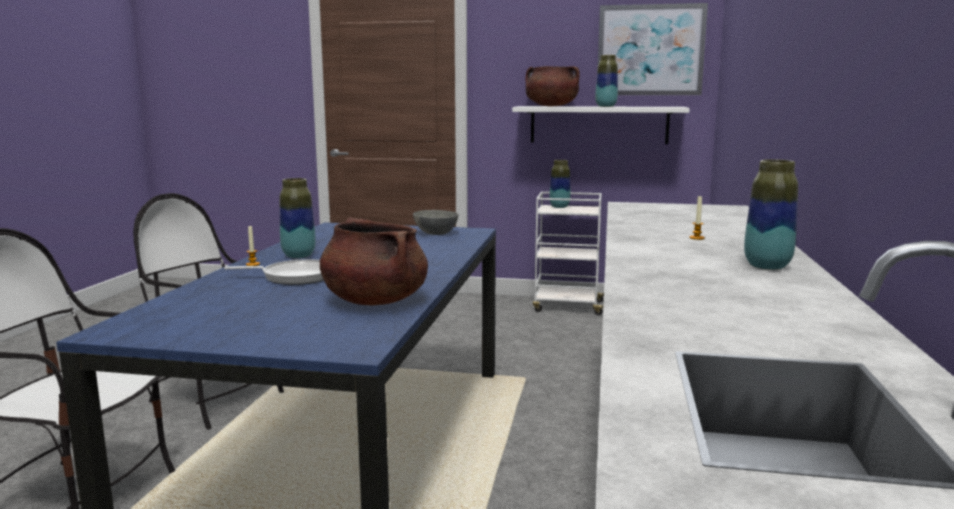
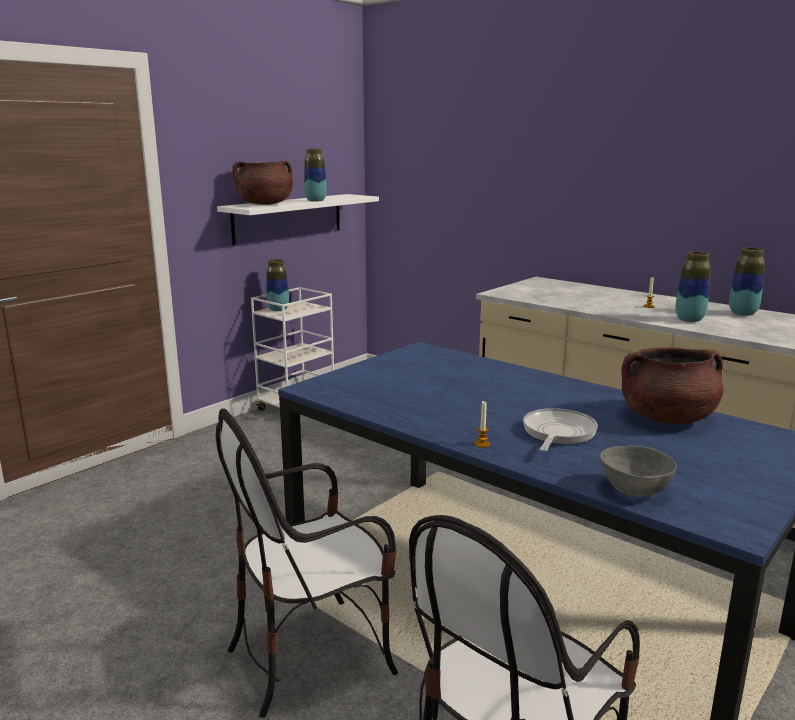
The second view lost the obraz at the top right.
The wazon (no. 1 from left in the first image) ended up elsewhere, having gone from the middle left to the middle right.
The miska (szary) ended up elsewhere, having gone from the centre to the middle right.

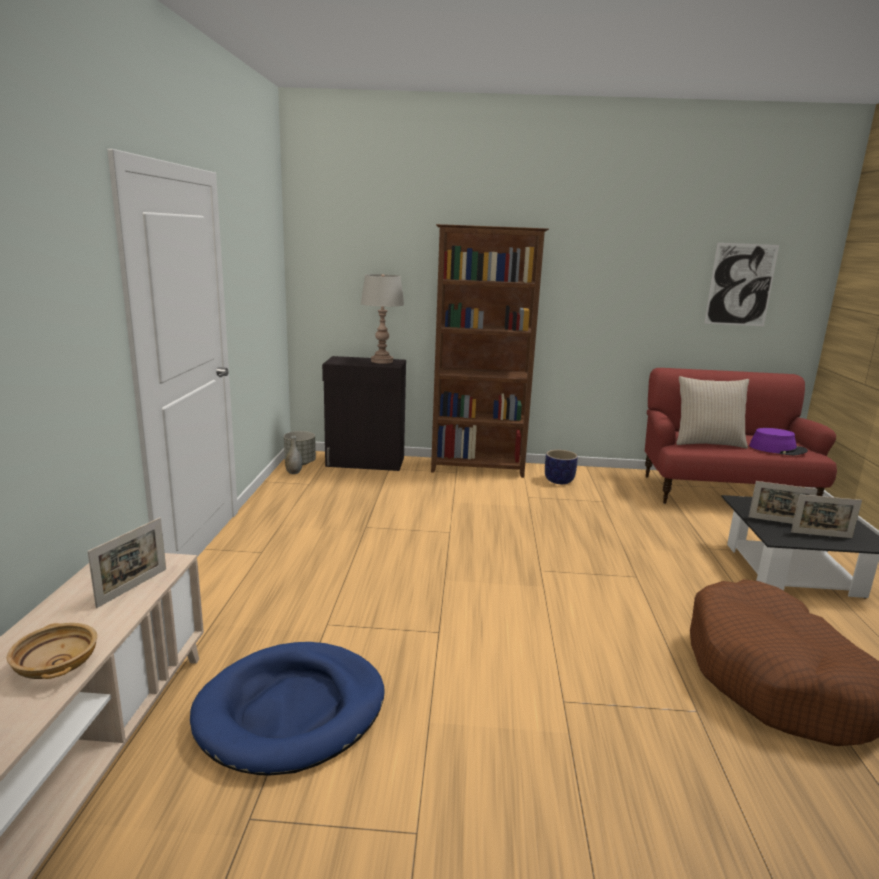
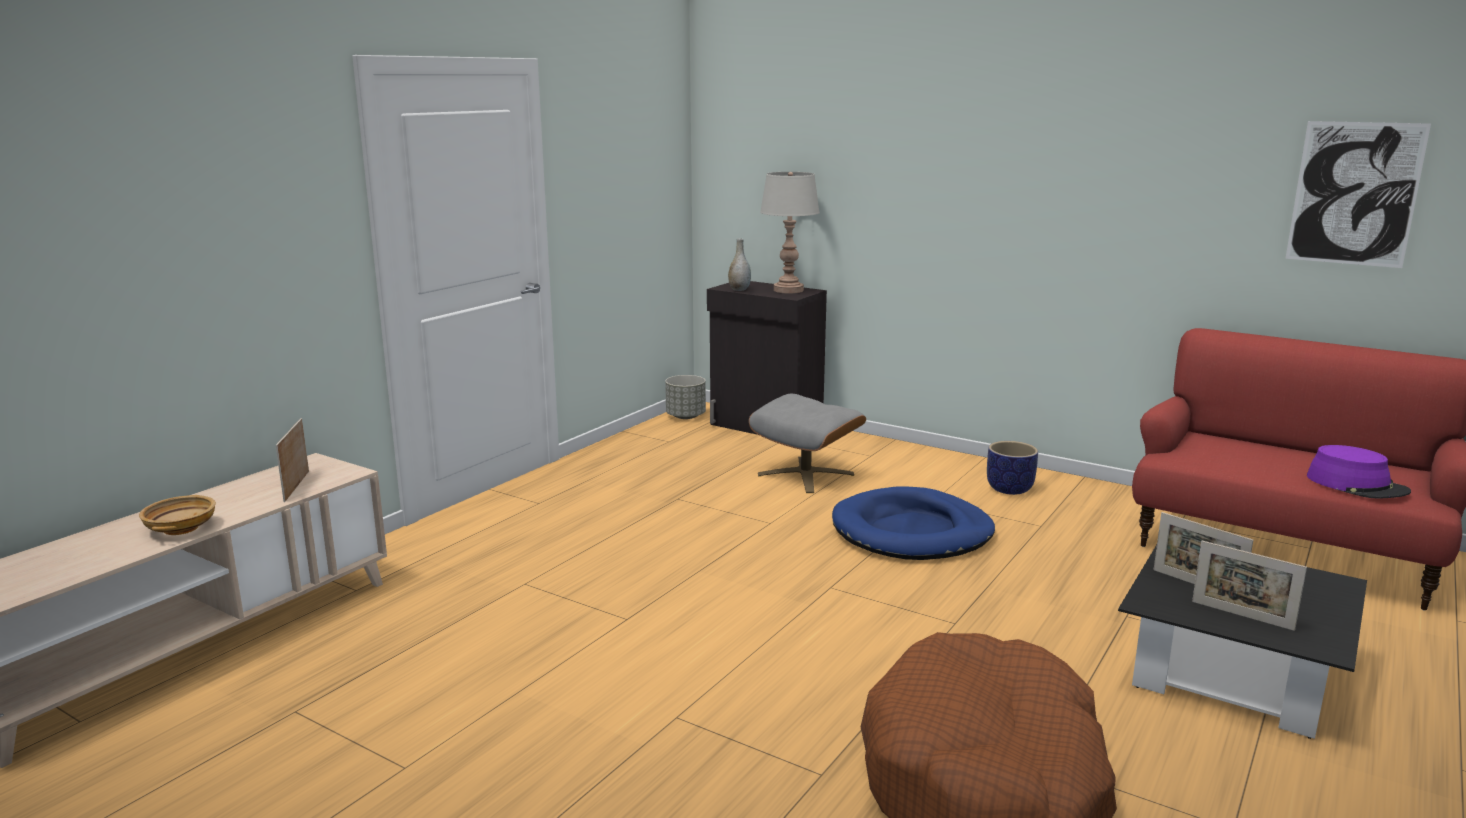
The second view lost the regał (brązowy) at the centre.
The second view lost the poduszka (beżowy) at the middle right.
The wazon (szary) ended up elsewhere, having gone from the centre to the top centre.
The ramka na zdjęcie (no. 1 from left) at the middle left ended up facing another way, 120 degrees clockwise from before.
The legowisko (niebieski) ended up elsewhere, having gone from the bottom left to the centre.
The second view gained the pufa (szary) at the centre.

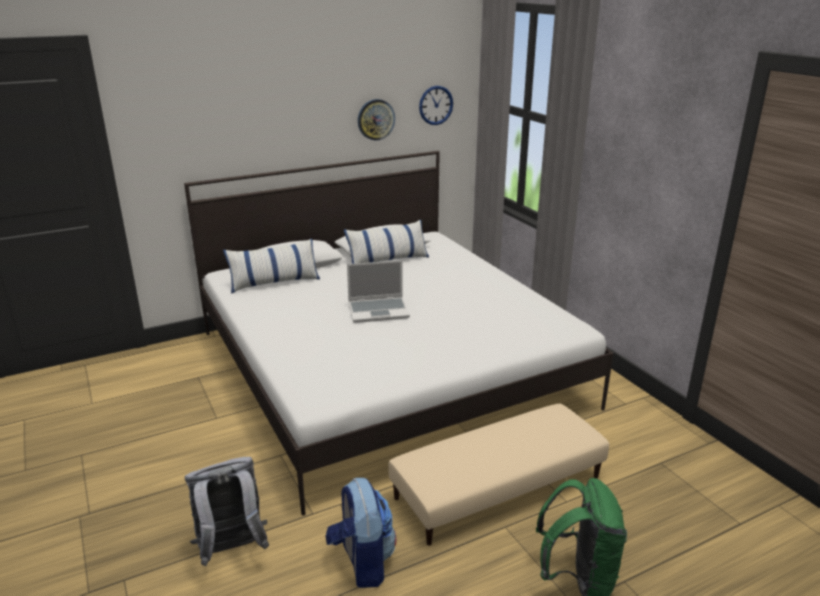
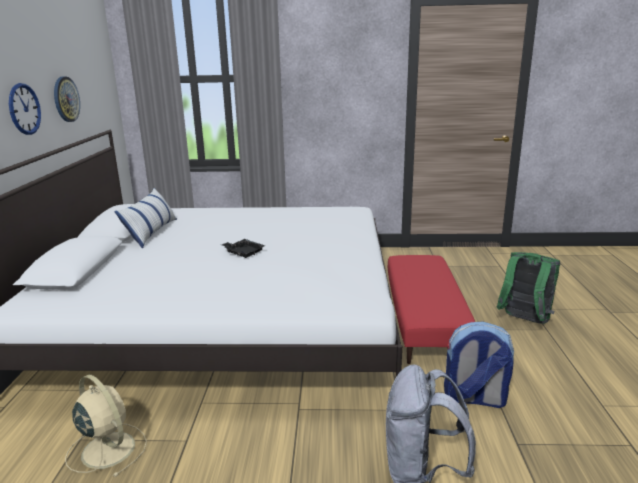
The zegar ścienny (no. 2 from left in the first image) ended up elsewhere, having gone from the top centre to the top left.
The second view lost the poduszka (no. 1 from left) at the middle left.
Where the laptop stood at the centre, the taca (czarny) came to stand at the centre.
What was the pufa (beżowy) at the bottom centre turned into the pufa (czerwony) at the middle right.
The second view gained the wentylator (beżowy) at the bottom left.

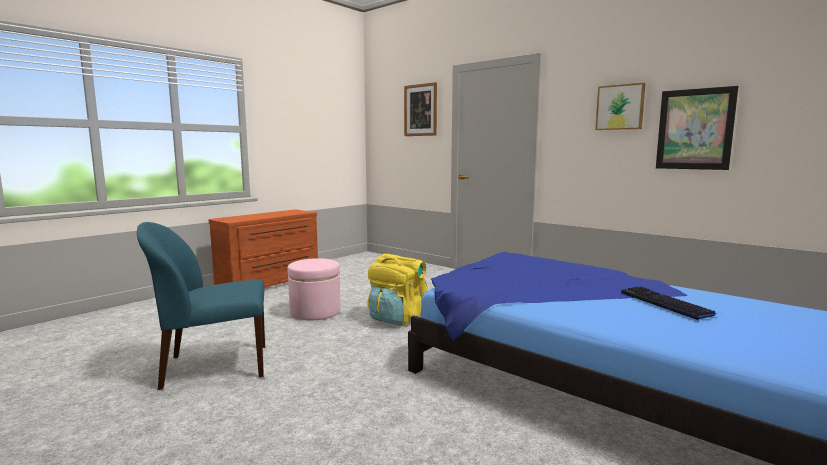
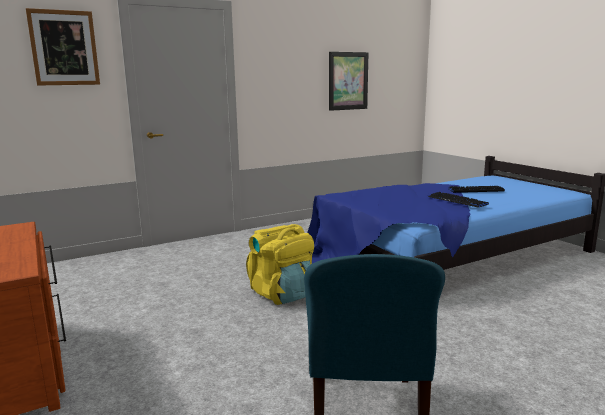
The second view lost the obraz (no. 2 from left) at the top right.
The second view lost the pufa (różowy) at the centre.
The second view gained the klawiatura (no. 1 from left) at the middle right.

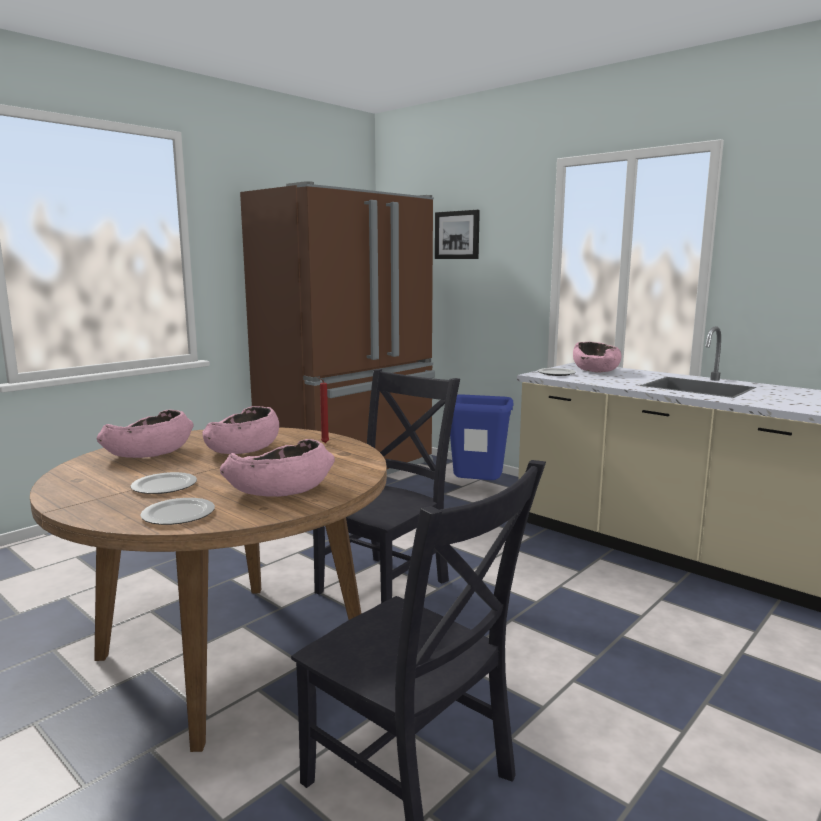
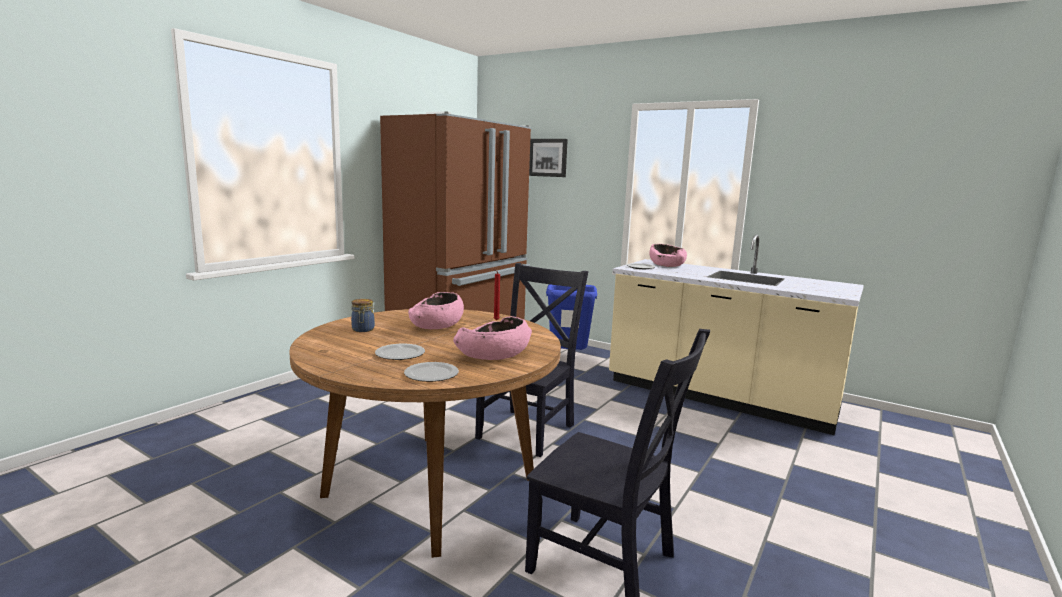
Where the miska (różowy) (no. 1 from left) stood at the middle left, the słoik came to stand at the centre.

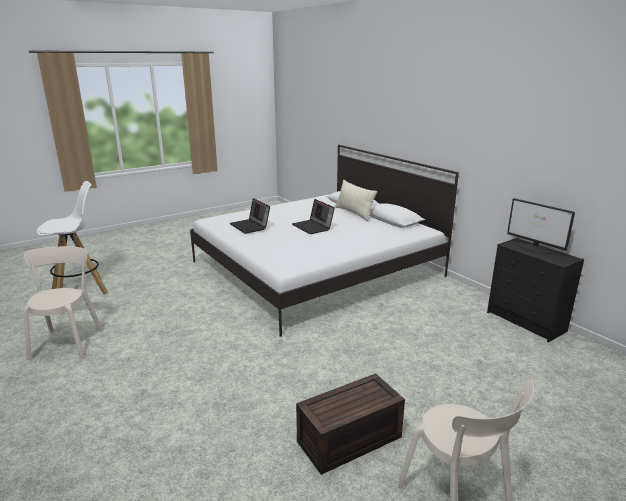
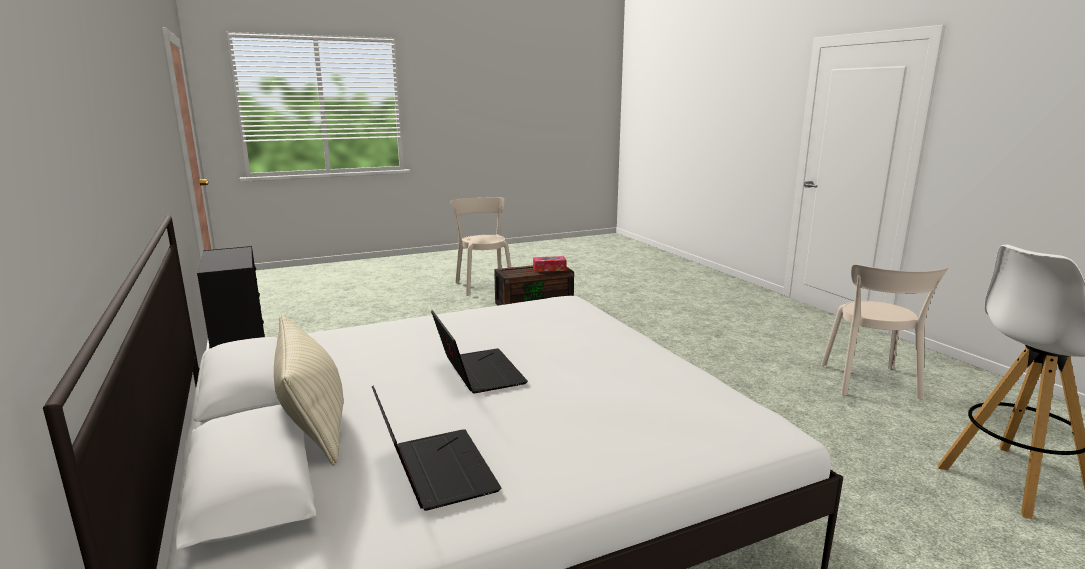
The laptop (no. 1 from left) ended up elsewhere, having gone from the centre to the bottom centre.
The second view lost the monitor at the middle right.
The second view gained the pudełko chusteczek at the centre.

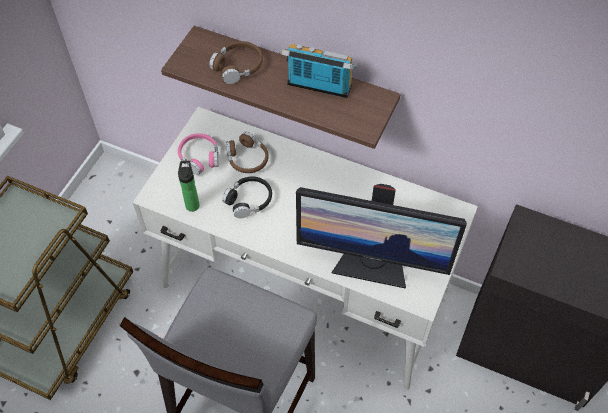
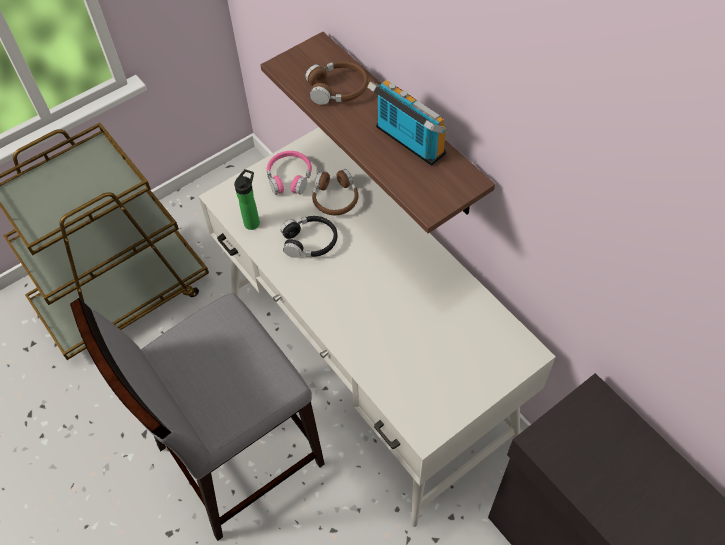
The second view lost the monitor at the centre.

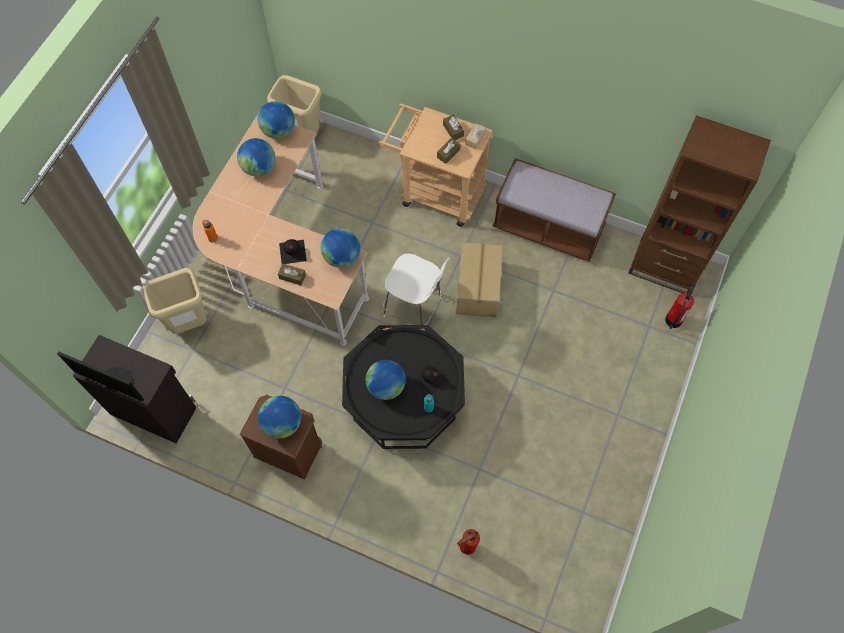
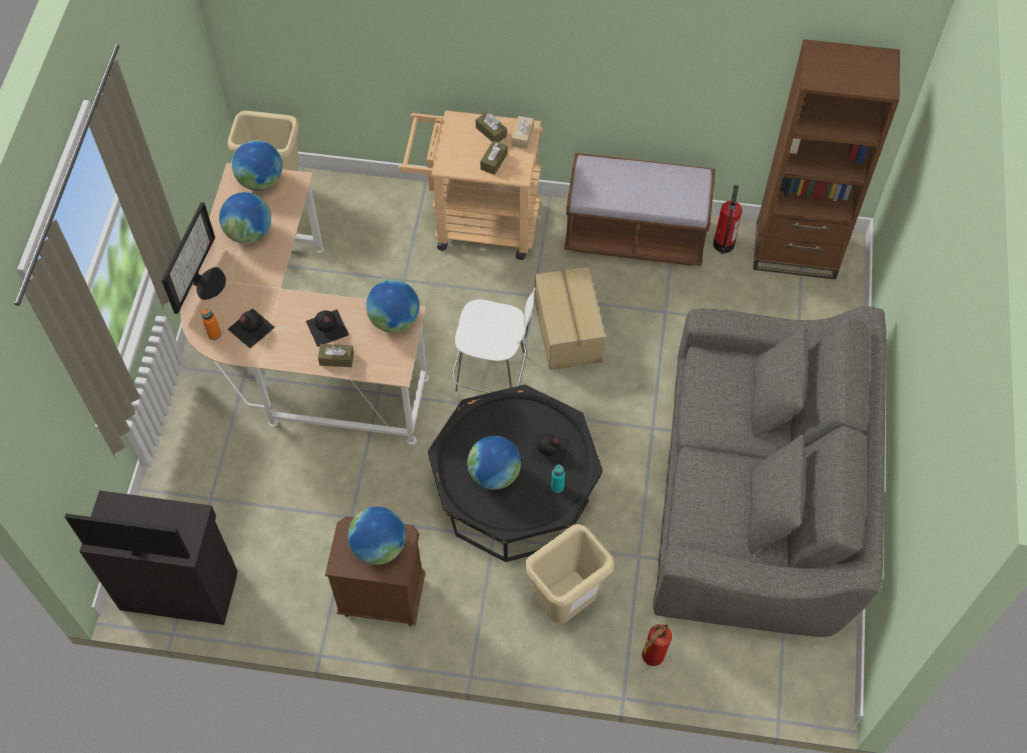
The kosz na śmieci (beżowy) (no. 1 from left in the first image) ended up elsewhere, having gone from the middle left to the bottom centre.
The gaśnica (no. 2 from left) ended up elsewhere, having gone from the middle right to the top right.
The second view gained the monitor (no. 2 from left) at the middle left.
The second view gained the kanapa (szary) at the middle right.
The second view gained the butelka (czarny) (no. 1 from left) at the middle left.

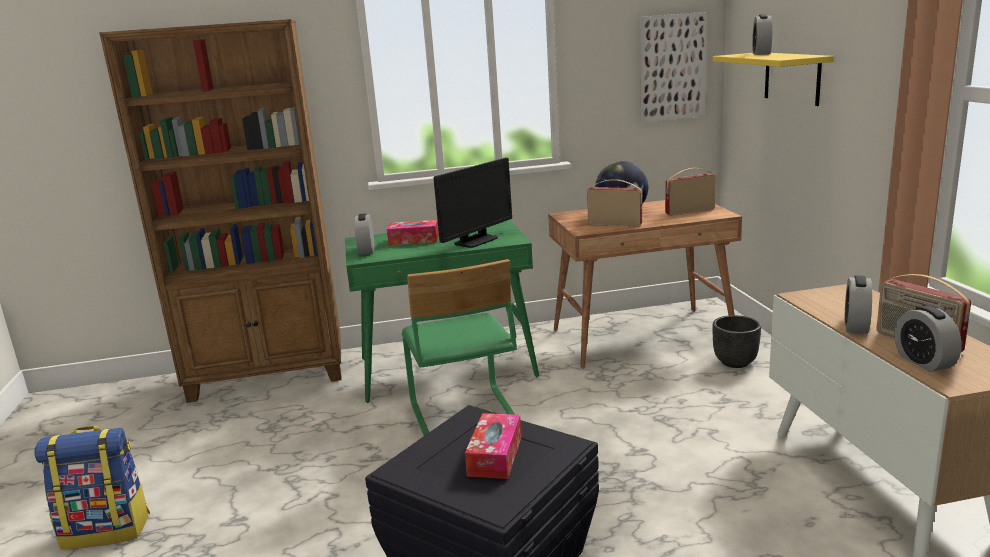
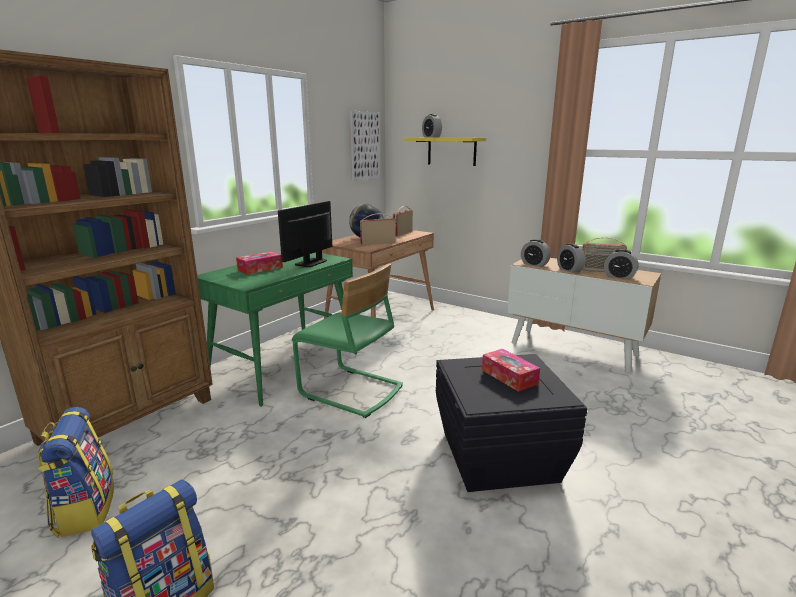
The monitor at the centre ended up facing another way, 150 degrees counterclockwise from before.
The budzik (no. 1 from left in the first image) ended up elsewhere, having gone from the centre to the middle right.
The second view lost the donica (czarny) at the middle right.
The second view gained the plecak (no. 1 from left) at the bottom left.

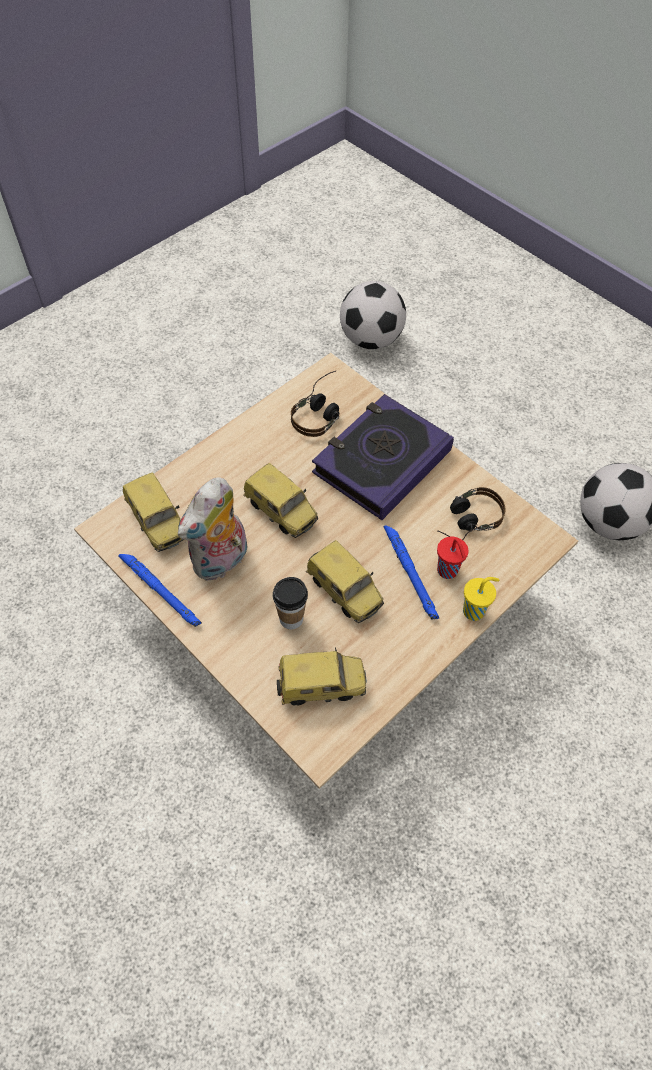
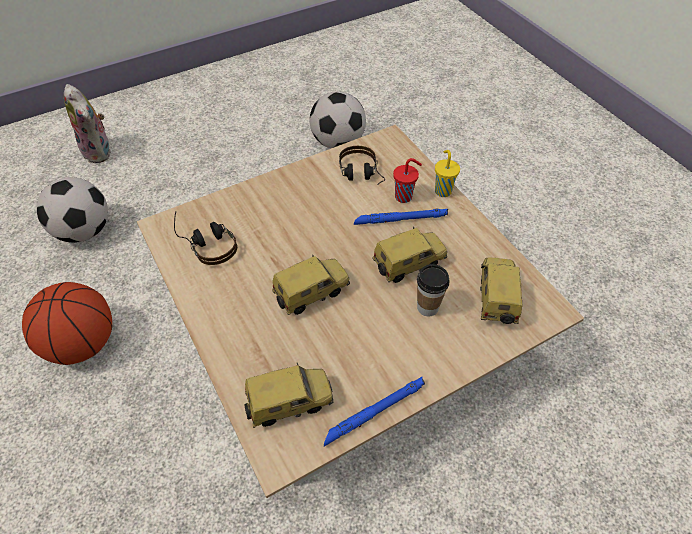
The second view lost the książka at the centre.
The pluszak ended up elsewhere, having gone from the middle left to the top left.
The second view gained the piłka do koszykówki at the middle left.

